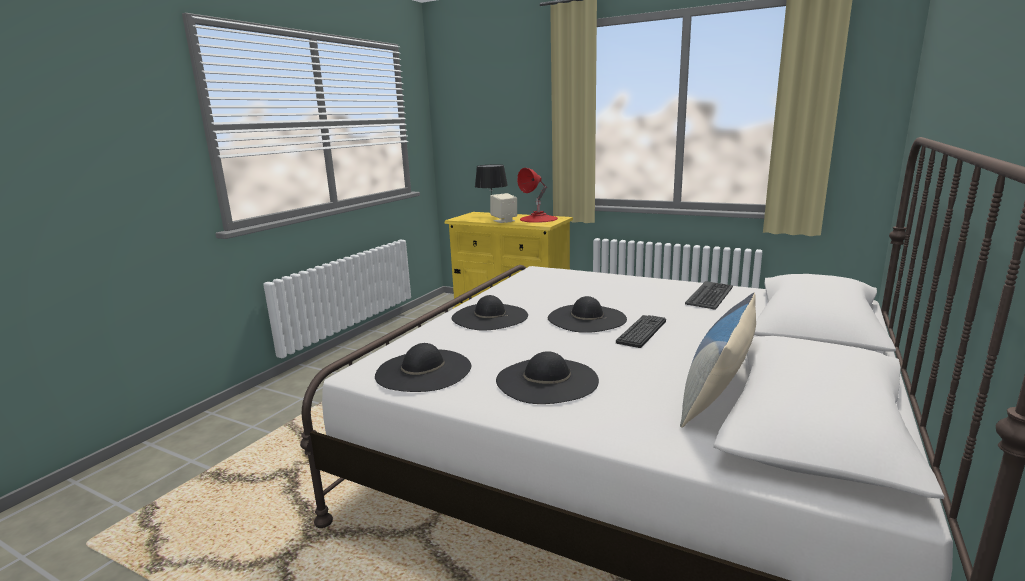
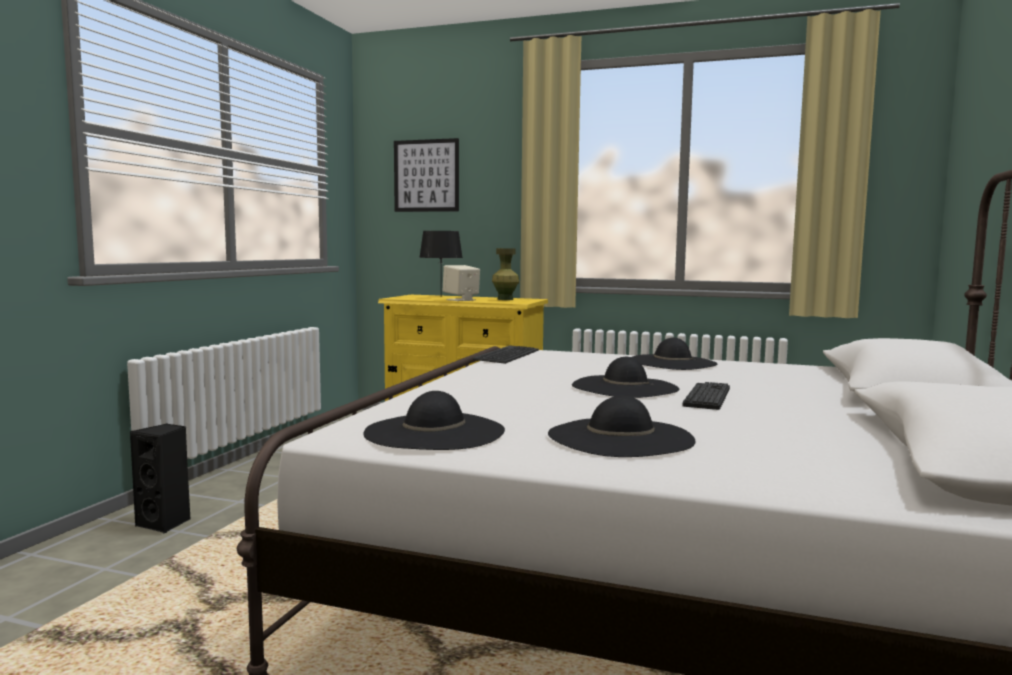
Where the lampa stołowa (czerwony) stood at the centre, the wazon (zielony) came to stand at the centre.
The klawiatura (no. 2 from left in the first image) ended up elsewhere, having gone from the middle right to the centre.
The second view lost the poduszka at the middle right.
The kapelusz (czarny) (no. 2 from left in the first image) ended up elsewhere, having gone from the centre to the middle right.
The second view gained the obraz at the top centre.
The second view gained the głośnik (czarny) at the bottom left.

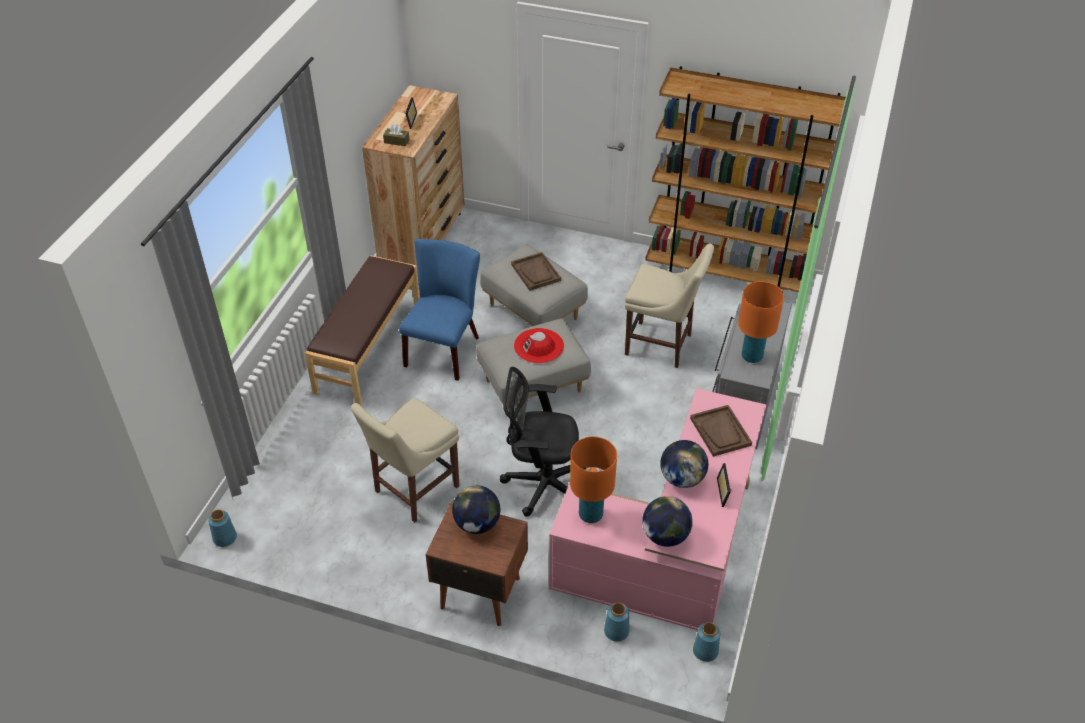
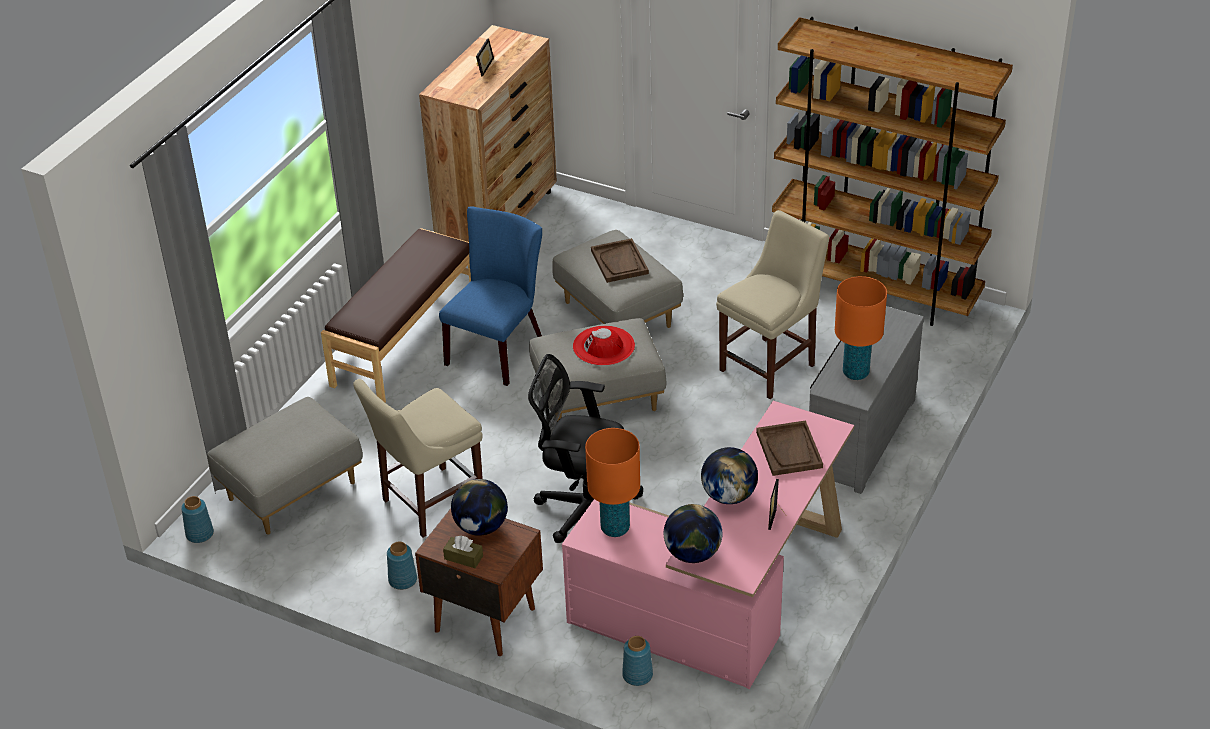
The pudełko chusteczek (brązowy) ended up elsewhere, having gone from the top centre to the bottom centre.
The krzesło (beżowy) (no. 2 from left) at the centre ended up facing another way, 75 degrees counterclockwise from before.
The wazon (niebieski) (no. 3 from left in the first image) ended up elsewhere, having gone from the bottom centre to the bottom left.
The second view gained the pufa (szary) (no. 1 from left) at the middle left.

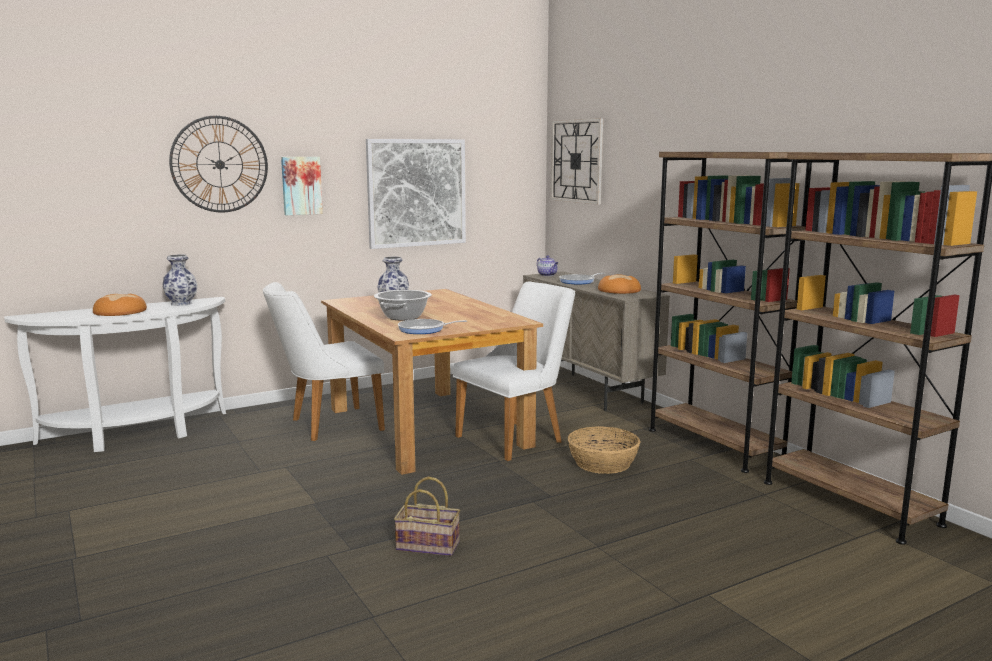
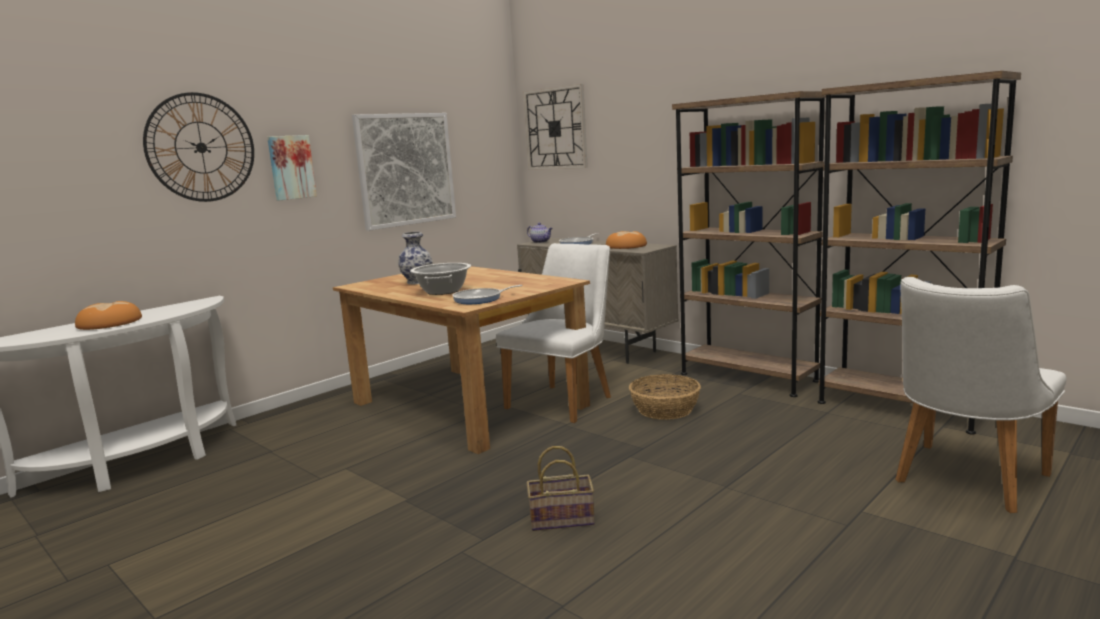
The second view lost the wazon (no. 1 from left) at the middle left.
The krzesło (biały) (no. 1 from left in the first image) ended up elsewhere, having gone from the middle left to the middle right.

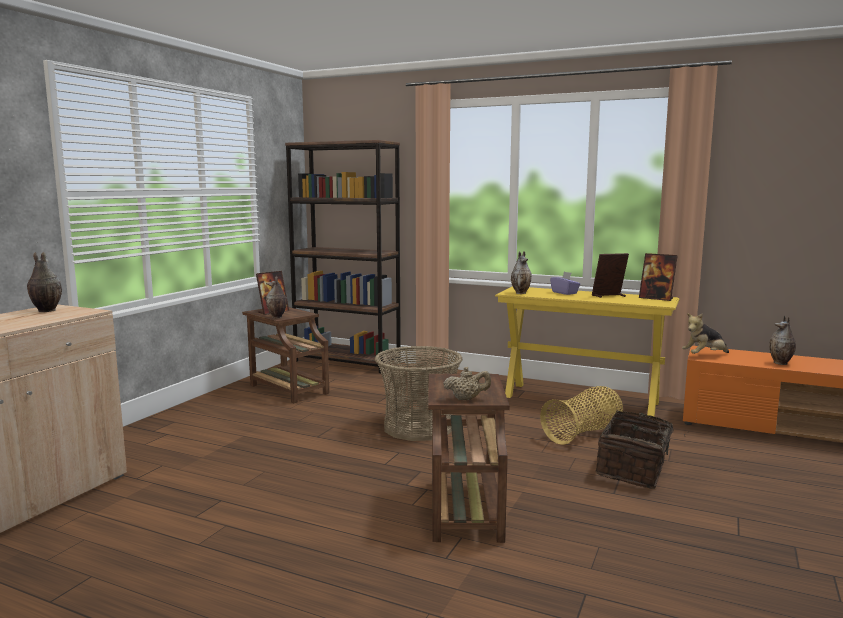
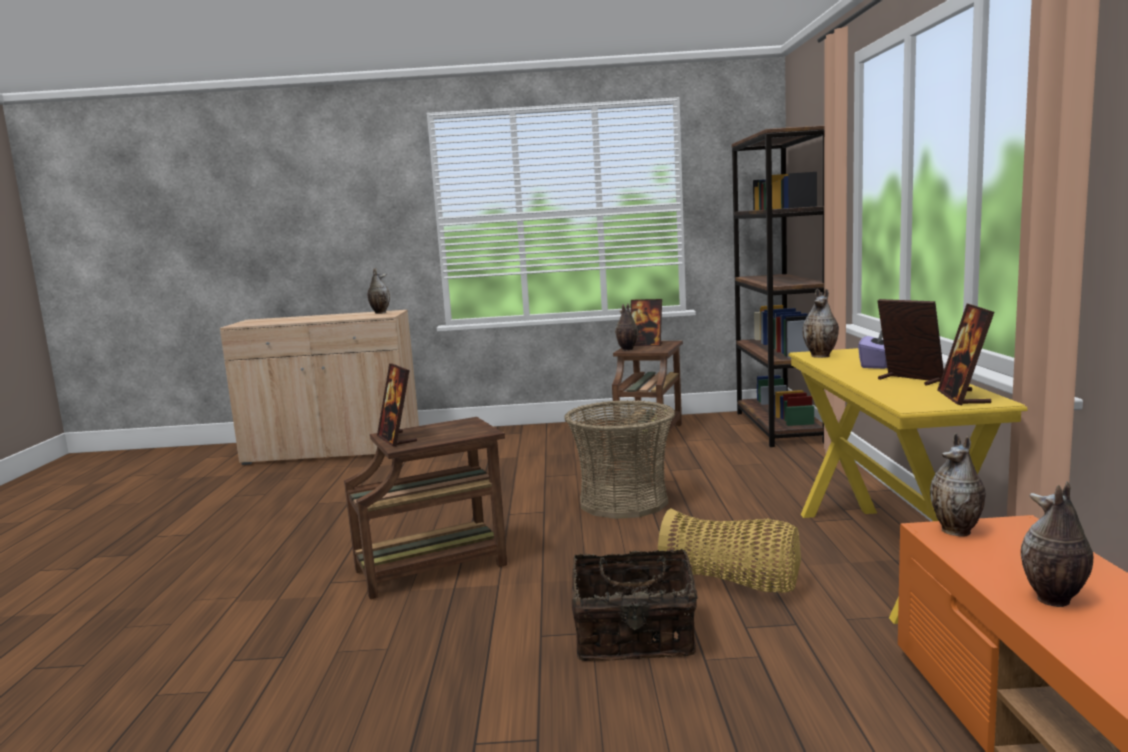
Where the pluszak stood at the middle right, the wazon (no. 4 from left) came to stand at the middle right.
Where the imbryk (beżowy) stood at the centre, the ramka na zdjęcie (no. 1 from left) came to stand at the centre.

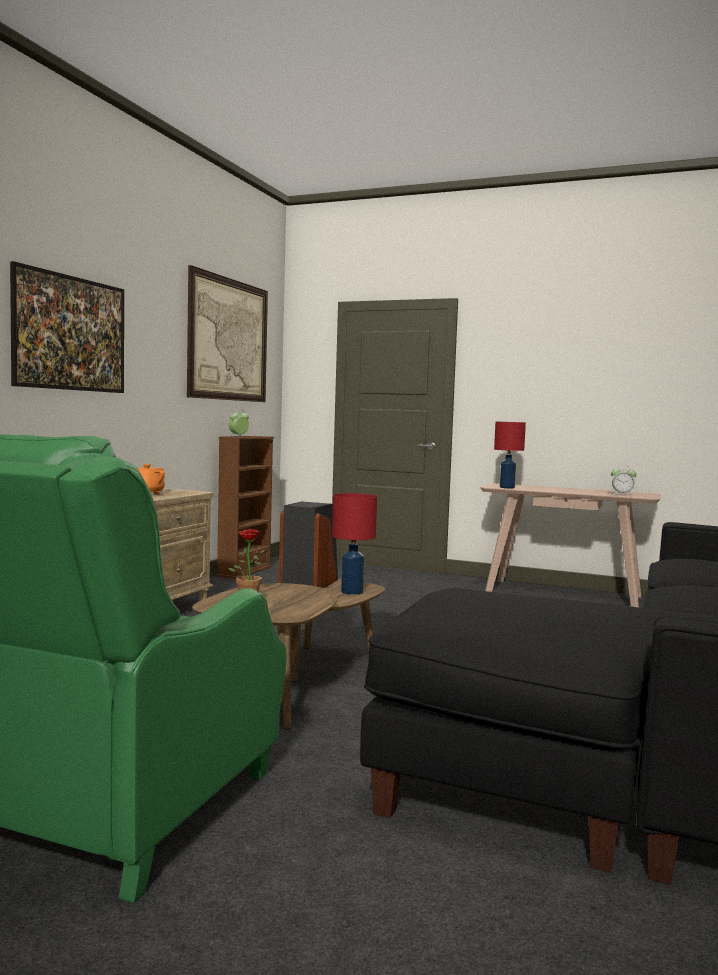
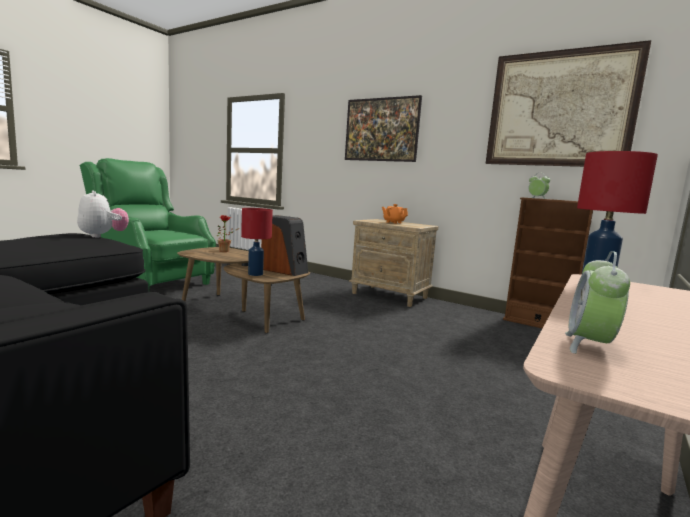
The second view gained the pluszak at the middle left.

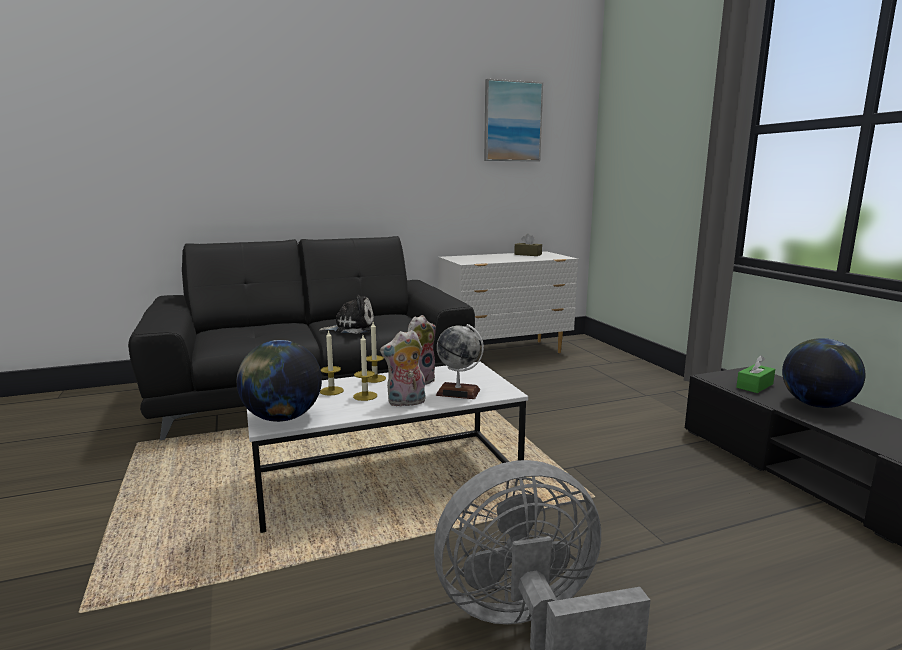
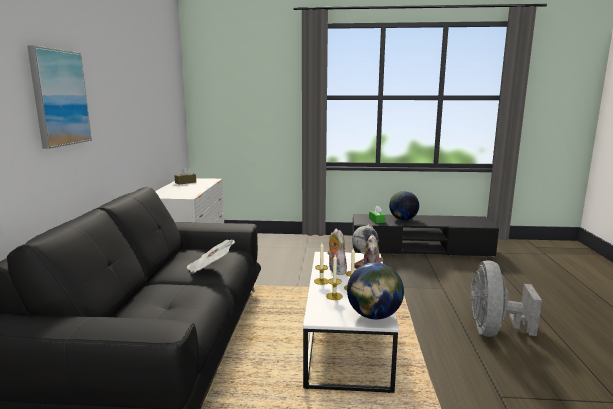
The obraz ended up elsewhere, having gone from the top centre to the top left.
Where the pluszak (no. 1 from left) stood at the centre, the gazeta came to stand at the centre.

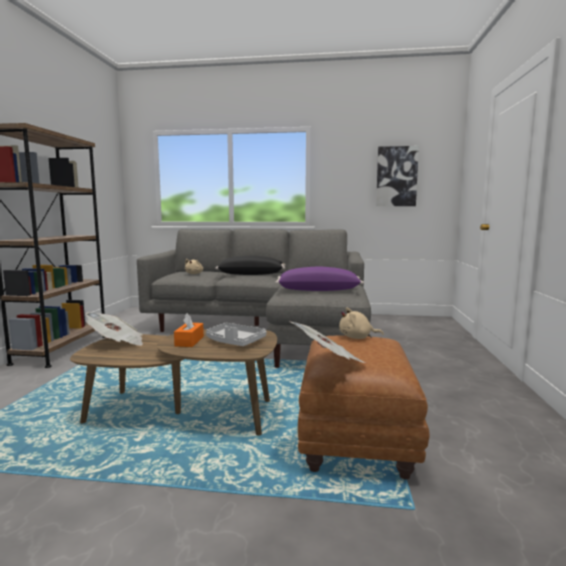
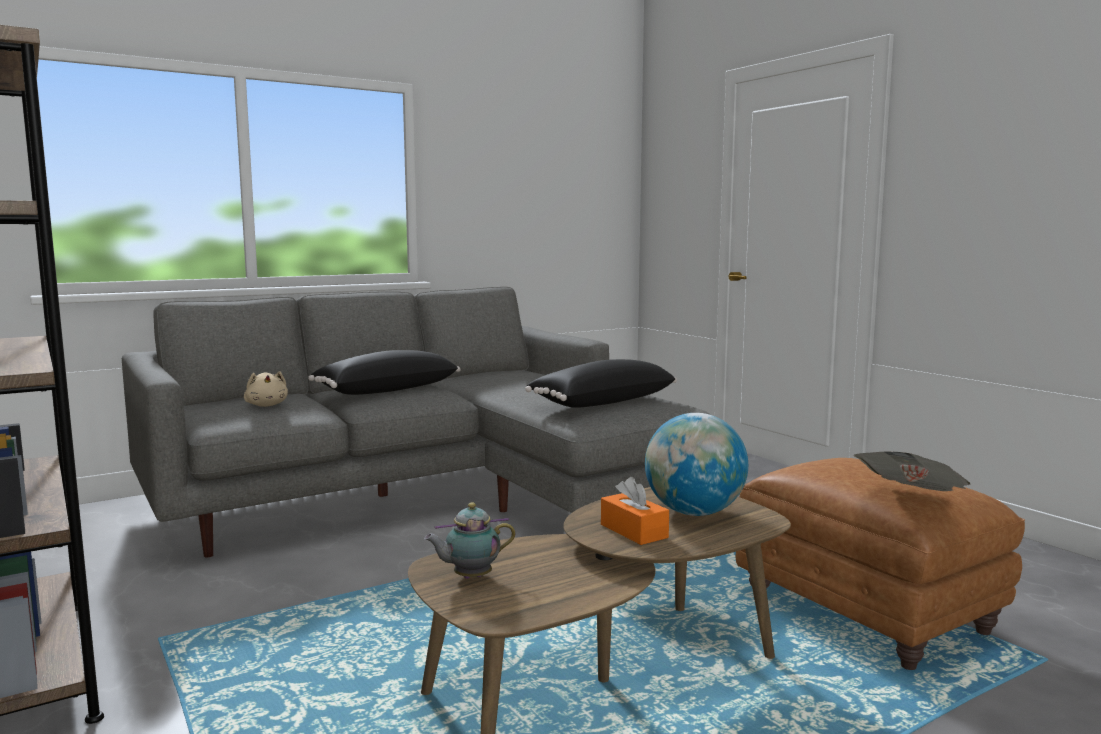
The second view lost the obraz at the top right.
What was the poduszka (fioletowy) at the centre turned into the poduszka (czarny) (no. 2 from left) at the centre.
The second view lost the pluszak (beżowy) (no. 2 from left) at the centre.
Where the gazeta (no. 1 from left) stood at the middle left, the imbryk came to stand at the bottom centre.
Where the taca (szary) stood at the centre, the globus came to stand at the centre.

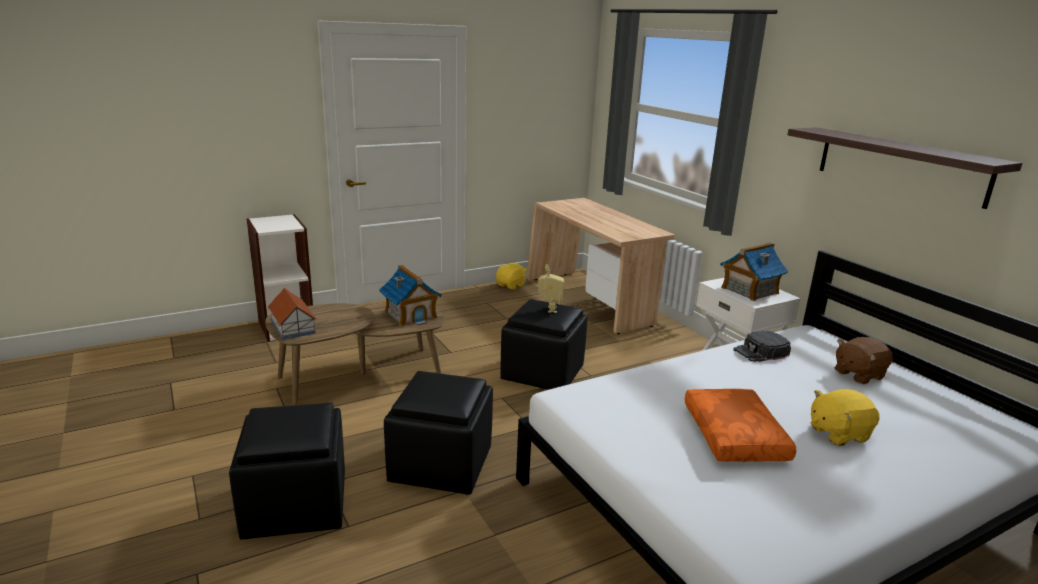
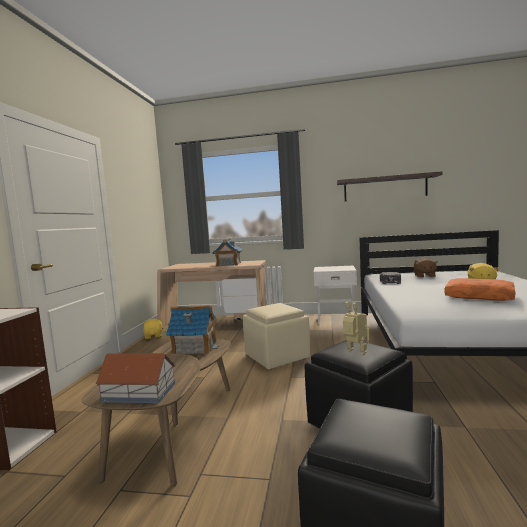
The domek (no. 3 from left) ended up elsewhere, having gone from the middle right to the centre.
The robot zabawkowy ended up elsewhere, having gone from the centre to the middle right.
What was the pufa (czarny) (no. 3 from left) at the centre turned into the pufa (beżowy) at the centre.

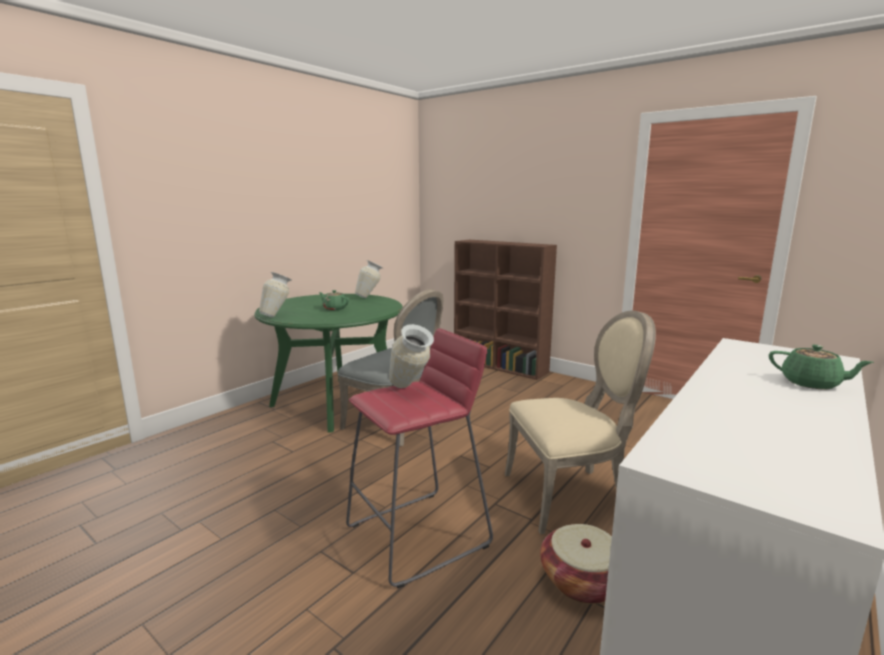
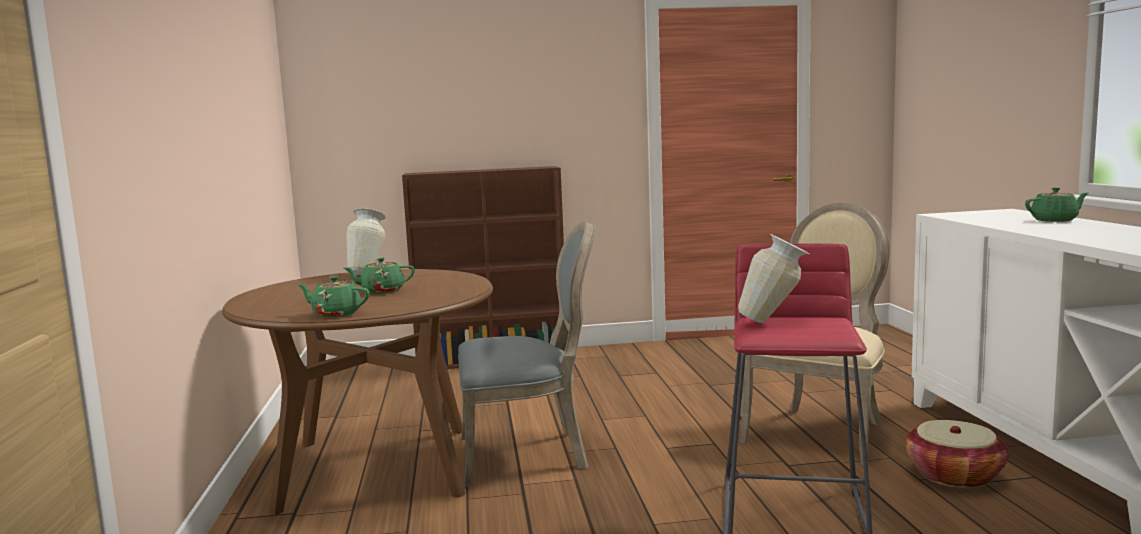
Where the wazon (no. 1 from left) stood at the middle left, the imbryk (zielony) (no. 1 from left) came to stand at the middle left.
What was the stół jadalny (zielony) at the centre turned into the stół jadalny (brązowy) at the bottom left.

